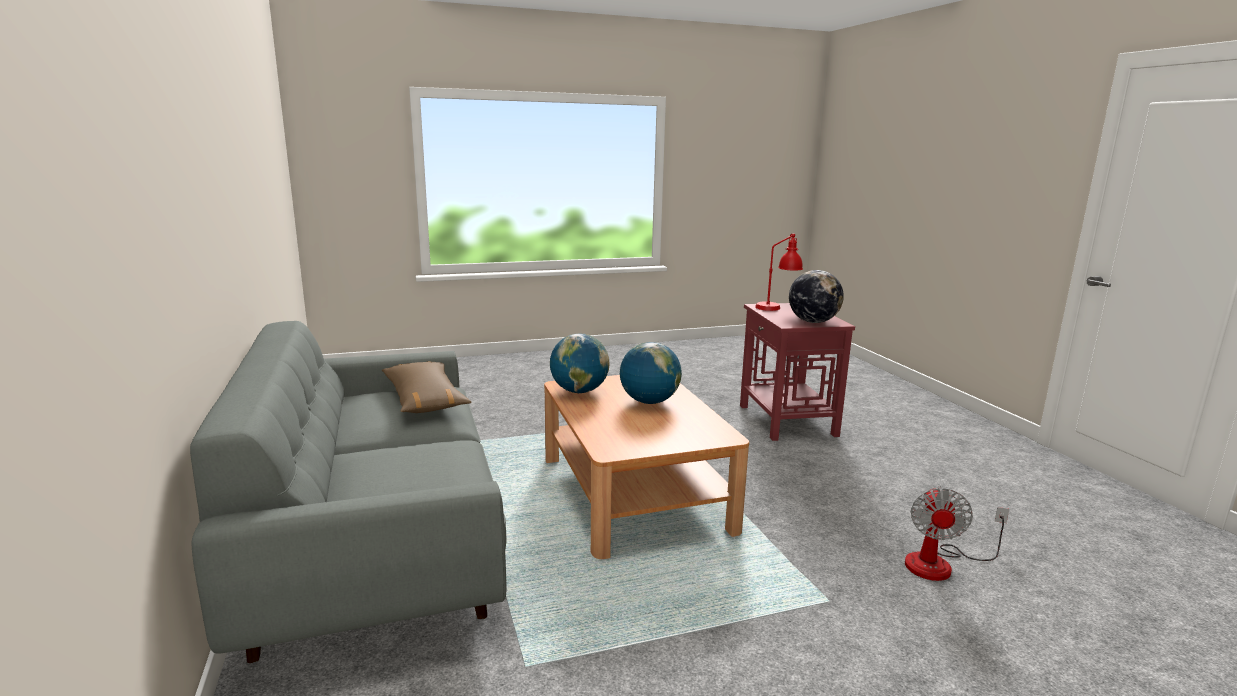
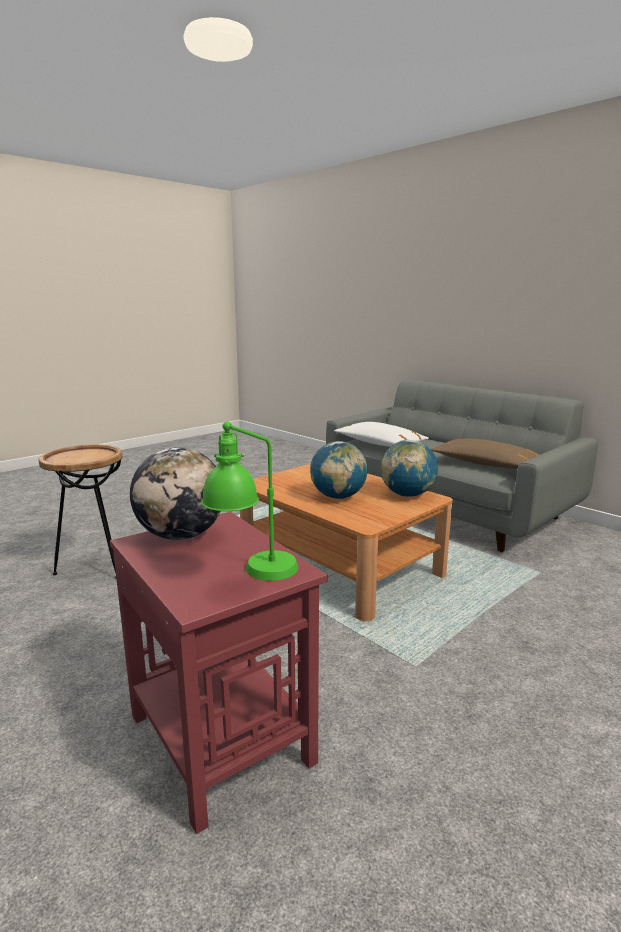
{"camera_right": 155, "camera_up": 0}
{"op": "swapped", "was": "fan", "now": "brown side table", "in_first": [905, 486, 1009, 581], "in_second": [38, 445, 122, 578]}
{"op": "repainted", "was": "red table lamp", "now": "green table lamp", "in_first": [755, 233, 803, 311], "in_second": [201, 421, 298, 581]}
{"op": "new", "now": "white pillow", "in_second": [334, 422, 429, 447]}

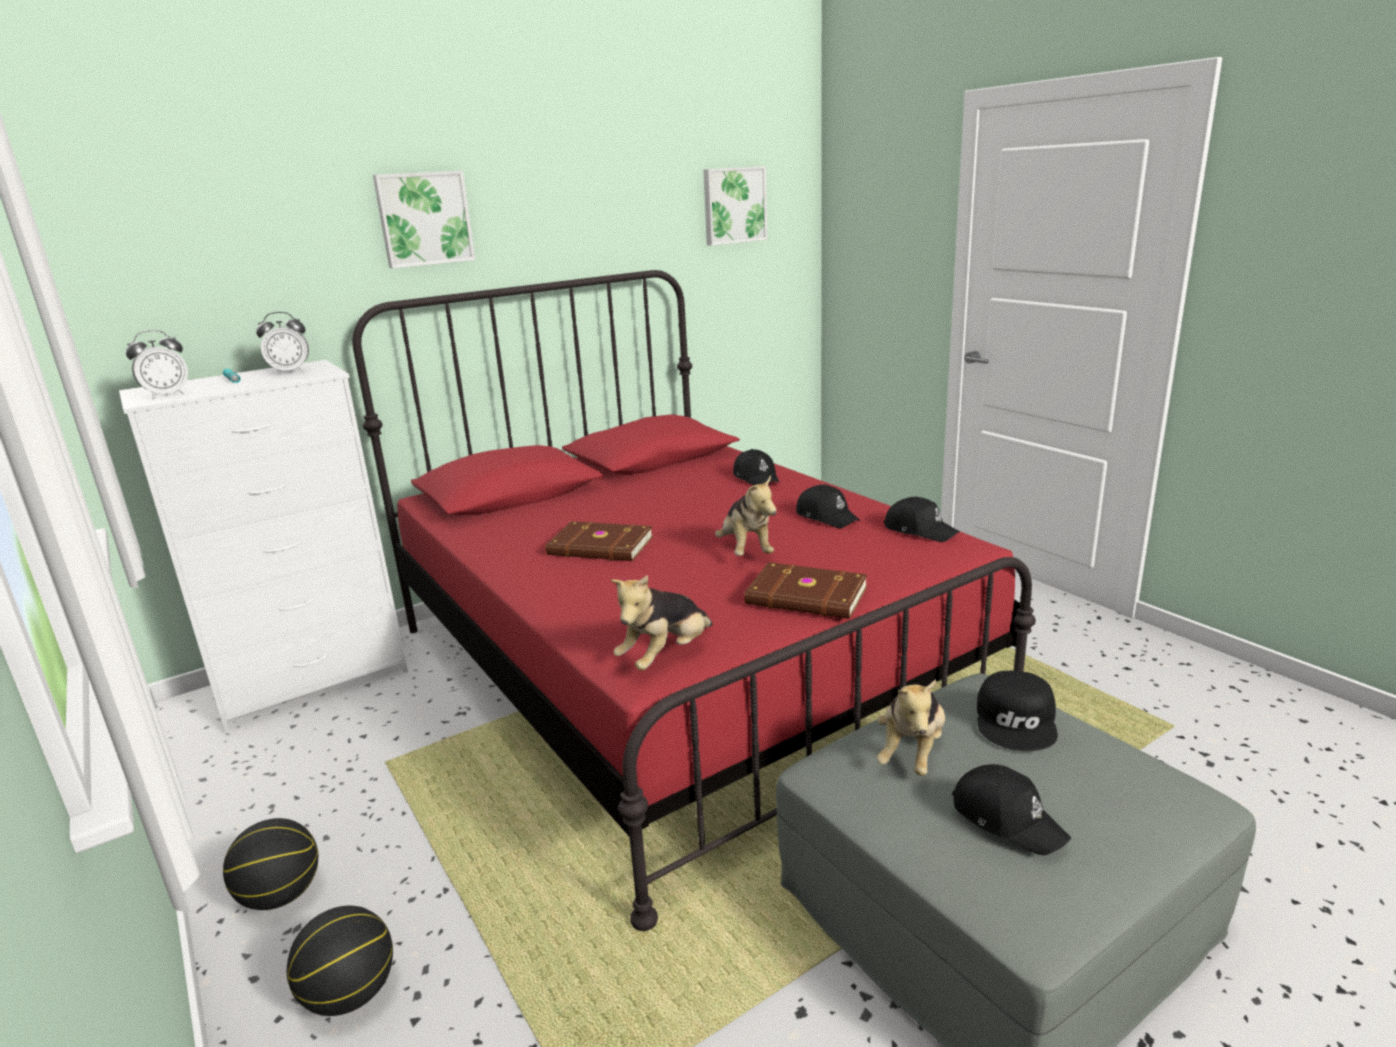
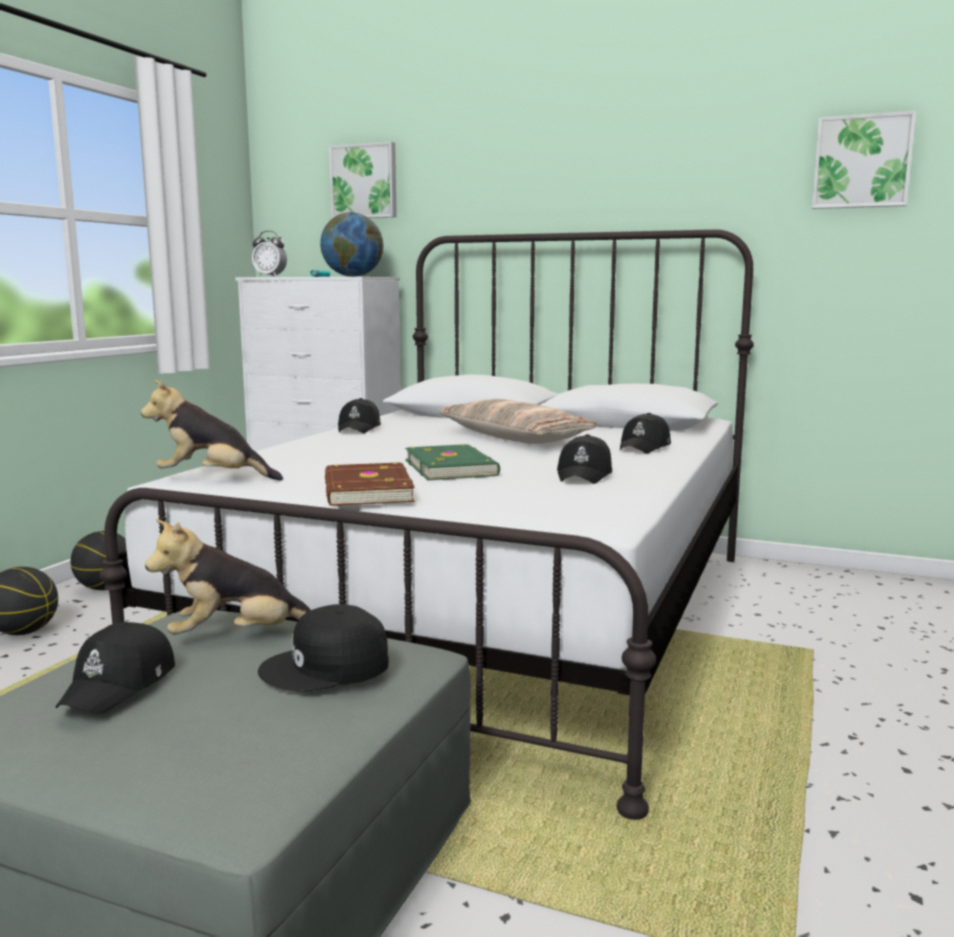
{"camera_right": 55, "camera_up": -10}
{"op": "repainted", "was": "red bed", "now": "white bed", "in_first": [352, 270, 1036, 931], "in_second": [100, 229, 754, 820]}
{"op": "swapped", "was": "alarm clock", "now": "globe", "in_first": [256, 312, 309, 375], "in_second": [320, 212, 383, 277]}
{"op": "shifted", "was": "picture", "in_first": [373, 171, 475, 268], "in_second": [329, 142, 397, 219]}
{"op": "shifted", "was": "black cap", "in_first": [884, 497, 960, 542], "in_second": [338, 398, 381, 433]}
{"op": "swapped", "was": "plush toy", "now": "green book", "in_first": [715, 475, 777, 556], "in_second": [405, 444, 500, 480]}
{"op": "new", "now": "pillow", "in_second": [438, 399, 597, 444]}
{"op": "gone", "was": "brown book", "in_first": [546, 521, 653, 561]}

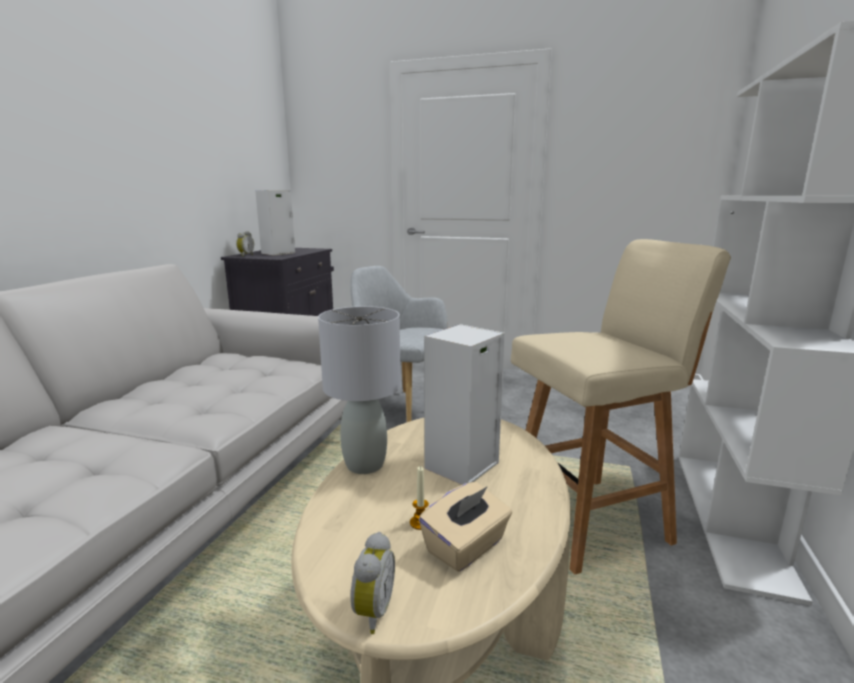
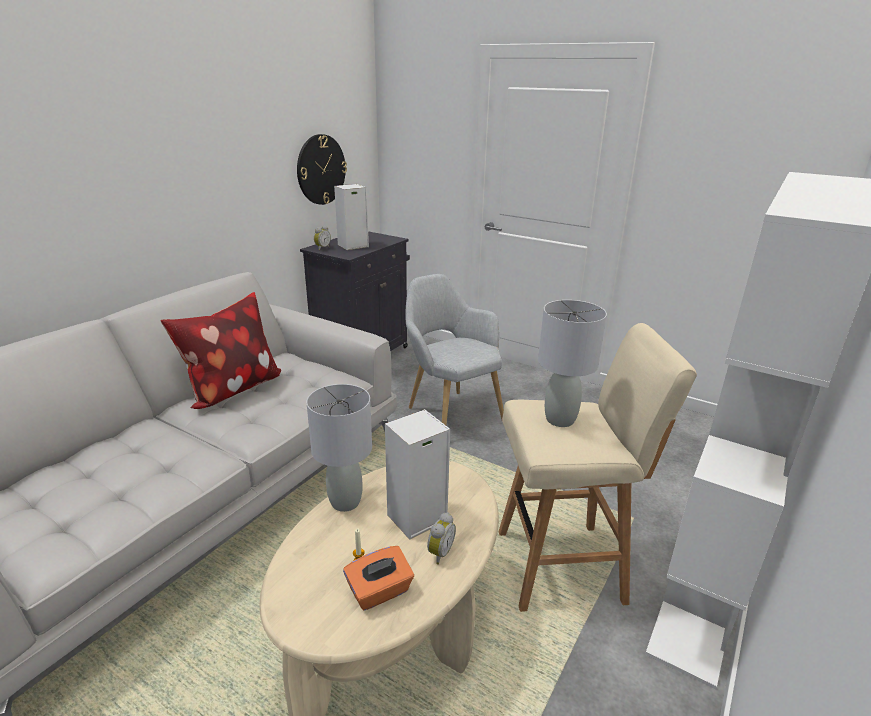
{"camera_right": 15, "camera_up": 10}
{"op": "new", "now": "pillow", "in_second": [161, 292, 281, 409]}
{"op": "new", "now": "wall clock", "in_second": [297, 134, 347, 205]}
{"op": "repainted", "was": "beige tissue box", "now": "orange tissue box", "in_first": [419, 482, 512, 572], "in_second": [343, 546, 414, 611]}
{"op": "shifted", "was": "alarm clock", "in_first": [350, 532, 395, 634], "in_second": [427, 512, 456, 565]}
{"op": "new", "now": "grey table lamp", "in_second": [538, 300, 607, 427]}

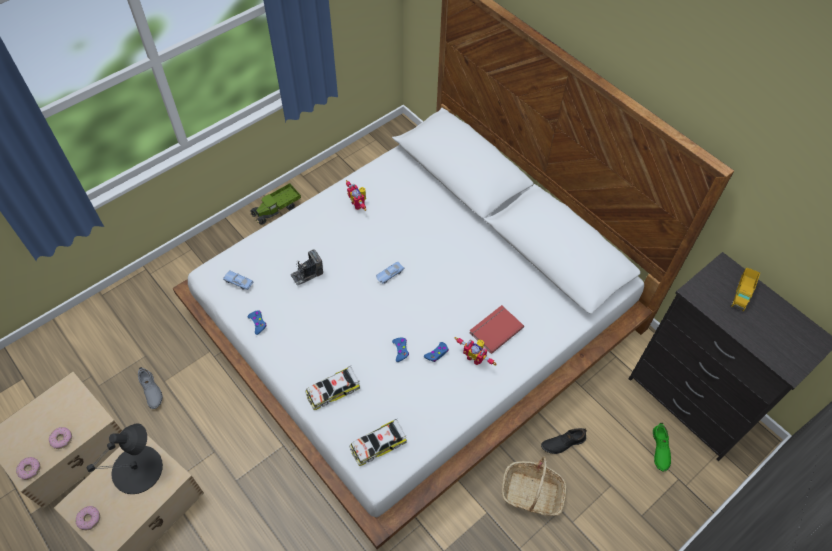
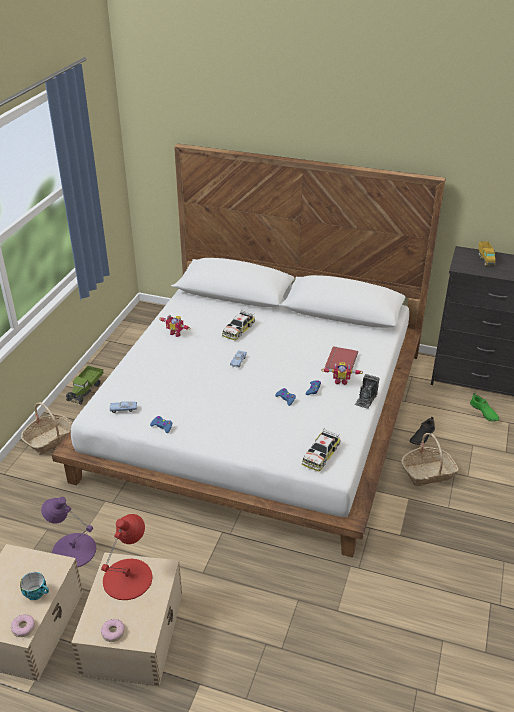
{"camera_right": -30, "camera_up": -20}
{"op": "swapped", "was": "donut", "now": "cup", "in_first": [49, 427, 72, 449], "in_second": [20, 572, 49, 600]}
{"op": "new", "now": "basket", "in_second": [21, 402, 73, 455]}
{"op": "swapped", "was": "grey shoe", "now": "purple table lamp", "in_first": [138, 367, 163, 409], "in_second": [41, 497, 96, 567]}
{"op": "repainted", "was": "black table lamp", "now": "red table lamp", "in_first": [87, 423, 163, 494], "in_second": [101, 514, 152, 600]}
{"op": "shifted", "was": "toy car", "in_first": [305, 365, 360, 410], "in_second": [222, 310, 255, 340]}
{"op": "shifted", "was": "photo camera", "in_first": [290, 249, 323, 286], "in_second": [354, 374, 380, 409]}

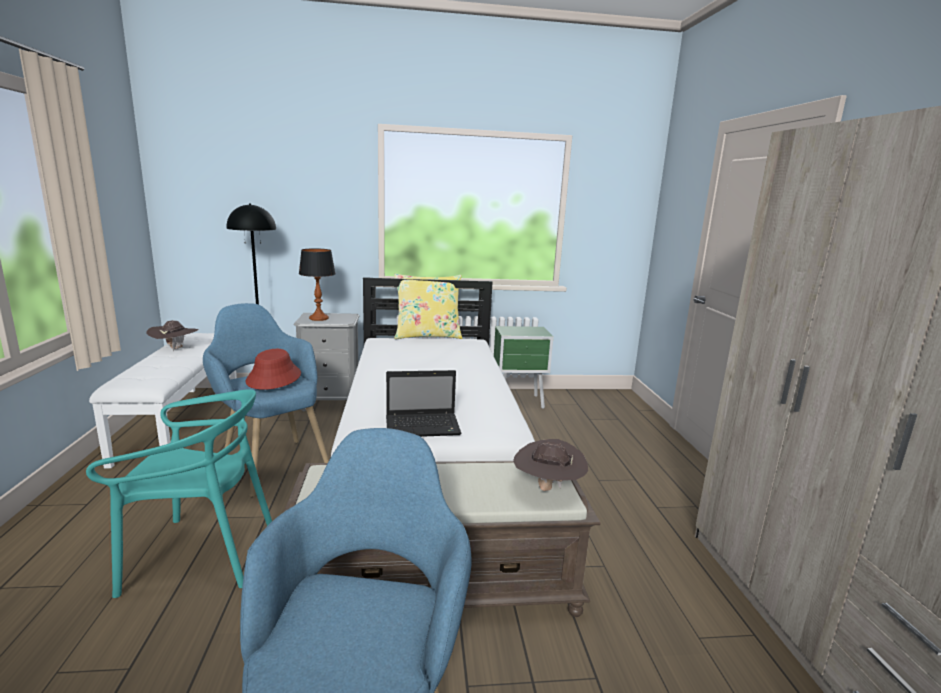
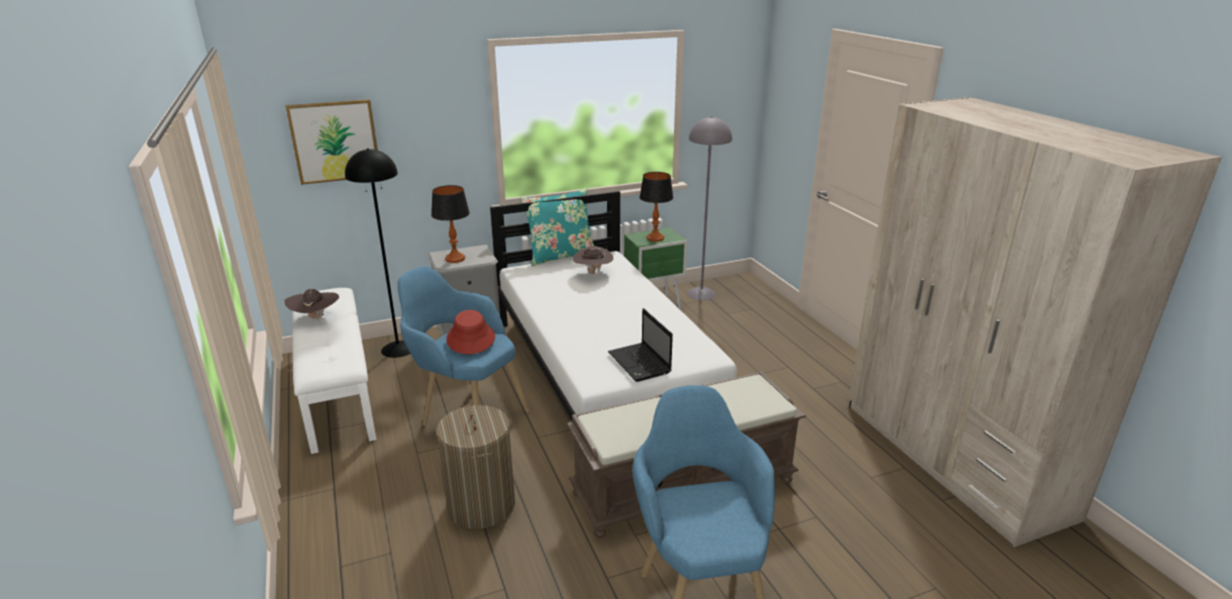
{"camera_right": -15, "camera_up": 10}
{"op": "new", "now": "picture", "in_second": [285, 99, 378, 185]}
{"op": "swapped", "was": "turquoise chair", "now": "laundry basket", "in_first": [86, 389, 272, 598], "in_second": [436, 405, 515, 529]}
{"op": "repainted", "was": "yellow pillow", "now": "turquoise pillow", "in_first": [394, 274, 462, 339], "in_second": [520, 188, 594, 266]}
{"op": "shifted", "was": "brown hat", "in_first": [513, 439, 588, 491], "in_second": [572, 246, 613, 274]}
{"op": "rotated", "was": "laptop", "in_first": [386, 370, 462, 437], "in_second": [608, 308, 673, 382], "clockwise": 90}
{"op": "new", "now": "table lamp", "in_second": [639, 172, 673, 242]}
{"op": "new", "now": "grey floor lamp", "in_second": [687, 116, 732, 300]}

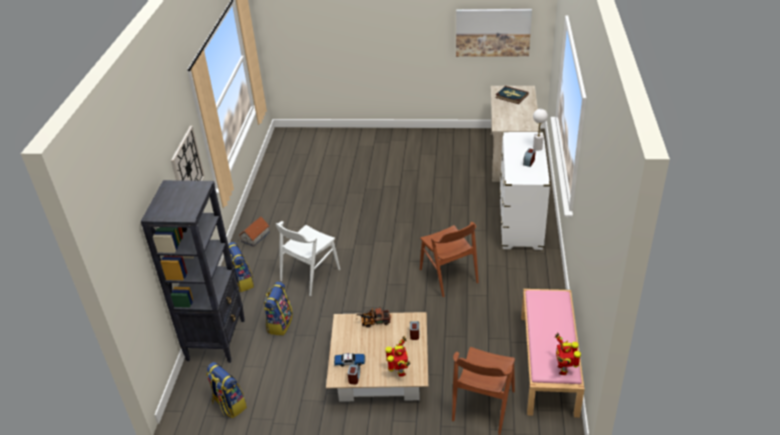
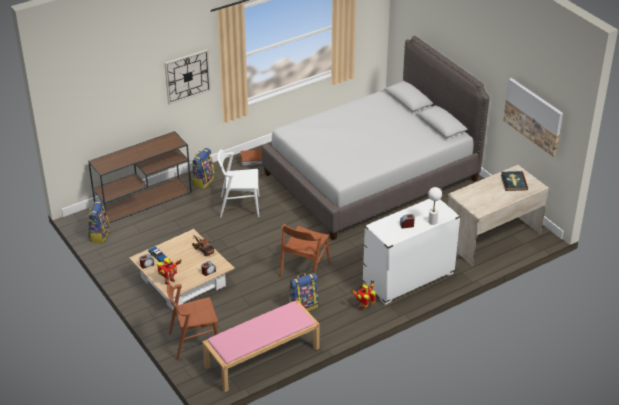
{"camera_right": 50, "camera_up": 0}
{"op": "swapped", "was": "black bookcase", "now": "brown console table", "in_first": [141, 180, 245, 363], "in_second": [88, 131, 192, 223]}
{"op": "new", "now": "grey bed", "in_second": [262, 36, 490, 240]}
{"op": "shifted", "was": "backpack", "in_first": [263, 282, 293, 336], "in_second": [289, 273, 319, 311]}
{"op": "shifted", "was": "toy robot", "in_first": [555, 332, 581, 375], "in_second": [351, 280, 376, 309]}

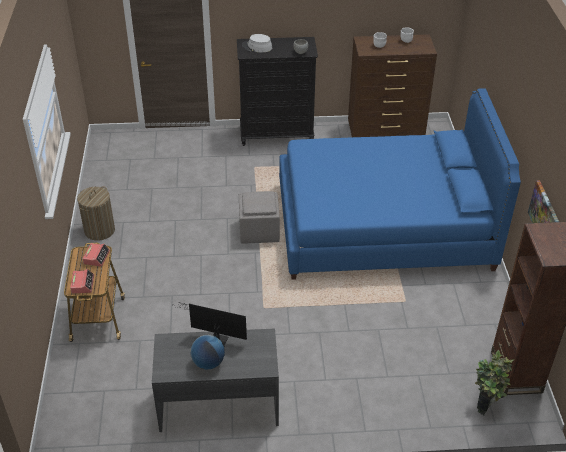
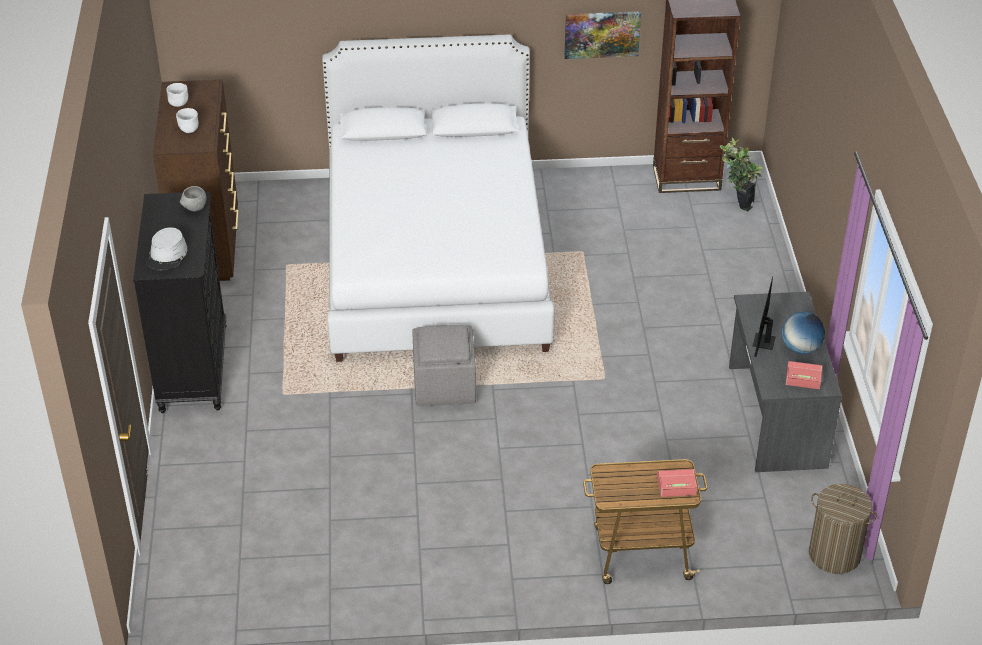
{"camera_right": -90, "camera_up": 0}
{"op": "repainted", "was": "blue bed", "now": "white bed", "in_first": [279, 88, 521, 280], "in_second": [322, 34, 555, 362]}
{"op": "shifted", "was": "alarm clock", "in_first": [83, 243, 110, 267], "in_second": [786, 361, 823, 389]}
{"op": "shifted", "was": "laundry basket", "in_first": [77, 186, 115, 241], "in_second": [809, 484, 877, 574]}

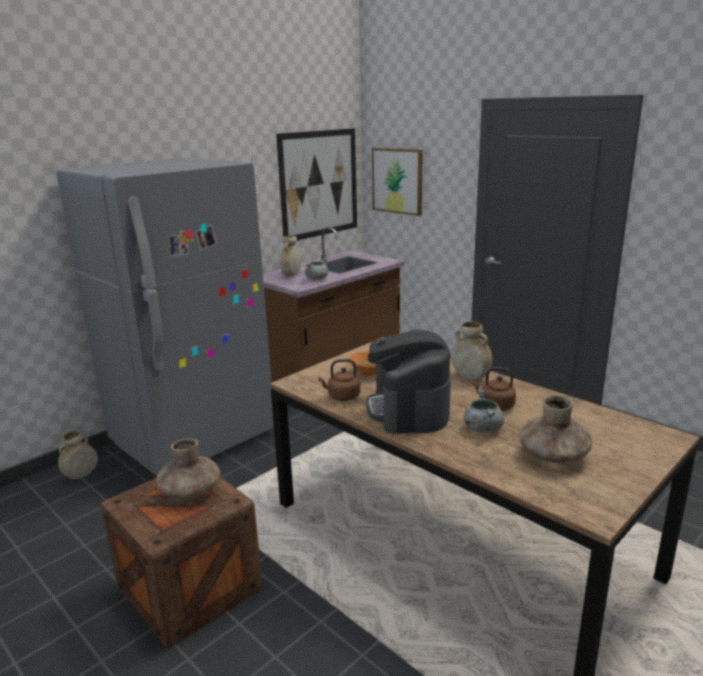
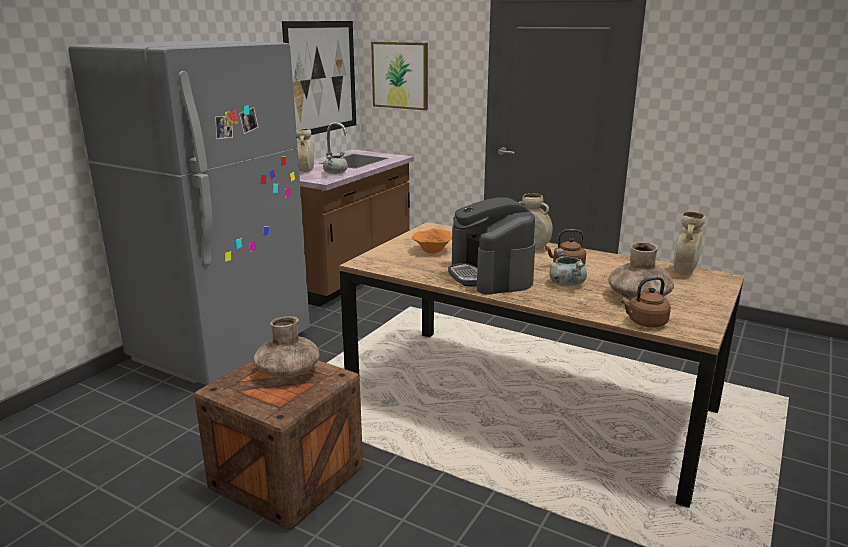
{"camera_right": -15, "camera_up": 0}
{"op": "shifted", "was": "brown kettle", "in_first": [318, 359, 360, 401], "in_second": [621, 277, 671, 327]}
{"op": "shifted", "was": "beige vase", "in_first": [58, 431, 98, 479], "in_second": [673, 212, 705, 274]}

